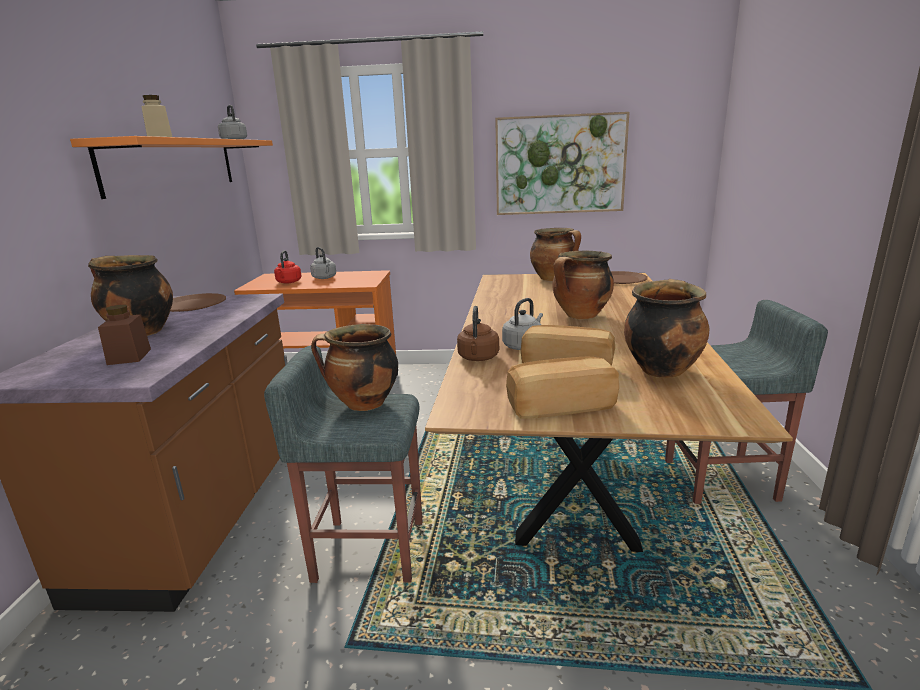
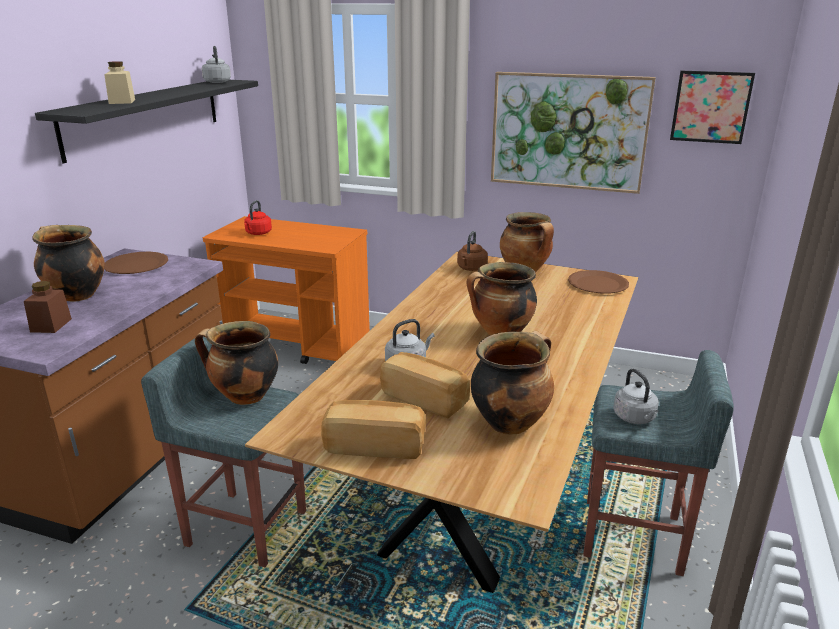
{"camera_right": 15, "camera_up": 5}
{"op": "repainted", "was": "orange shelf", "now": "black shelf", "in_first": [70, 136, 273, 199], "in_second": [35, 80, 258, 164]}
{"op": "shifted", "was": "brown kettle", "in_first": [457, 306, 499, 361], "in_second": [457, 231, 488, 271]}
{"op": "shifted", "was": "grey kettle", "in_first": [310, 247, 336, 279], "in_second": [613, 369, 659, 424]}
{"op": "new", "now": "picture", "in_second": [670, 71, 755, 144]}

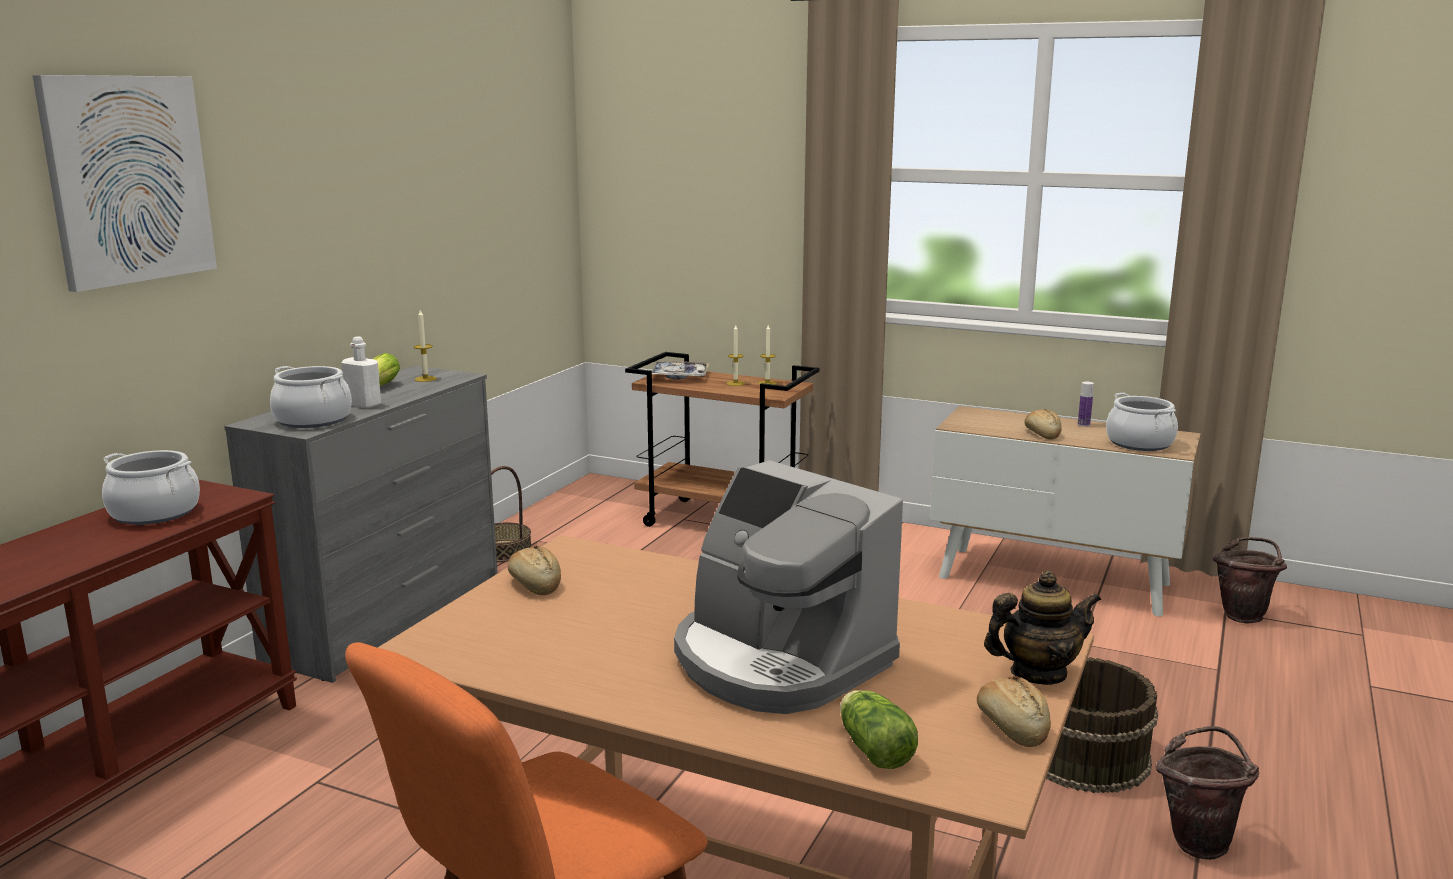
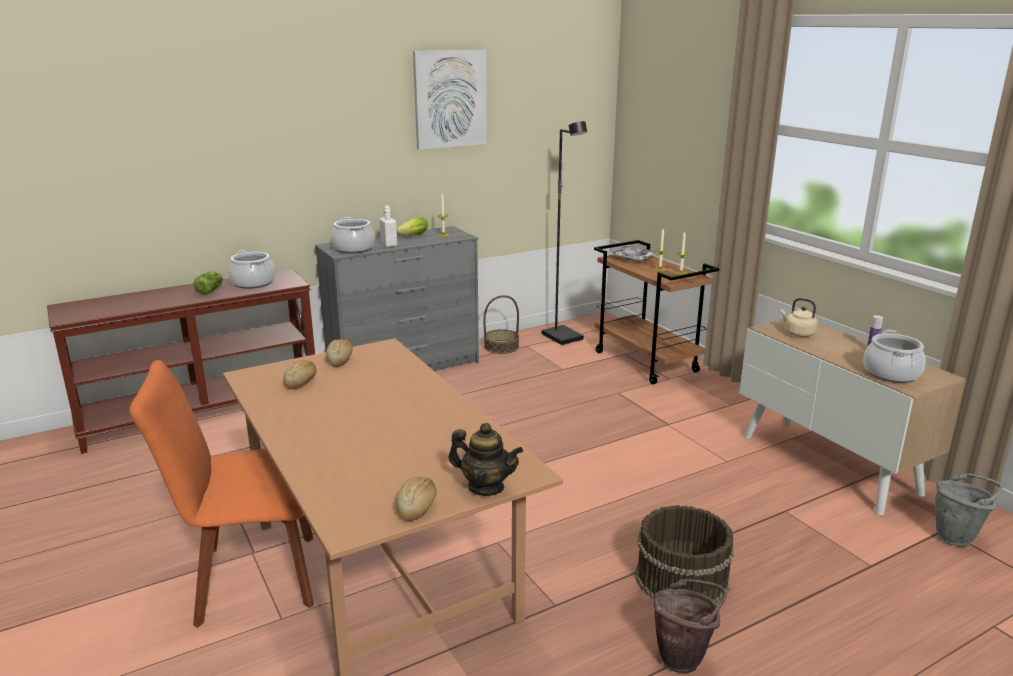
{"camera_right": 35, "camera_up": 5}
{"op": "shifted", "was": "lettuce", "in_first": [840, 690, 918, 769], "in_second": [194, 271, 223, 295]}
{"op": "shifted", "was": "bread", "in_first": [1025, 409, 1062, 440], "in_second": [283, 360, 316, 389]}
{"op": "shifted", "was": "picture", "in_first": [32, 75, 217, 292], "in_second": [413, 50, 487, 150]}
{"op": "new", "now": "black floor lamp", "in_second": [542, 121, 587, 345]}
{"op": "new", "now": "beige kettle", "in_second": [780, 298, 818, 337]}
{"op": "repainted", "was": "brown bucket", "now": "grey bucket", "in_first": [1212, 537, 1287, 623], "in_second": [935, 473, 1003, 547]}
{"op": "gone", "was": "coffee machine", "in_first": [674, 460, 903, 714]}

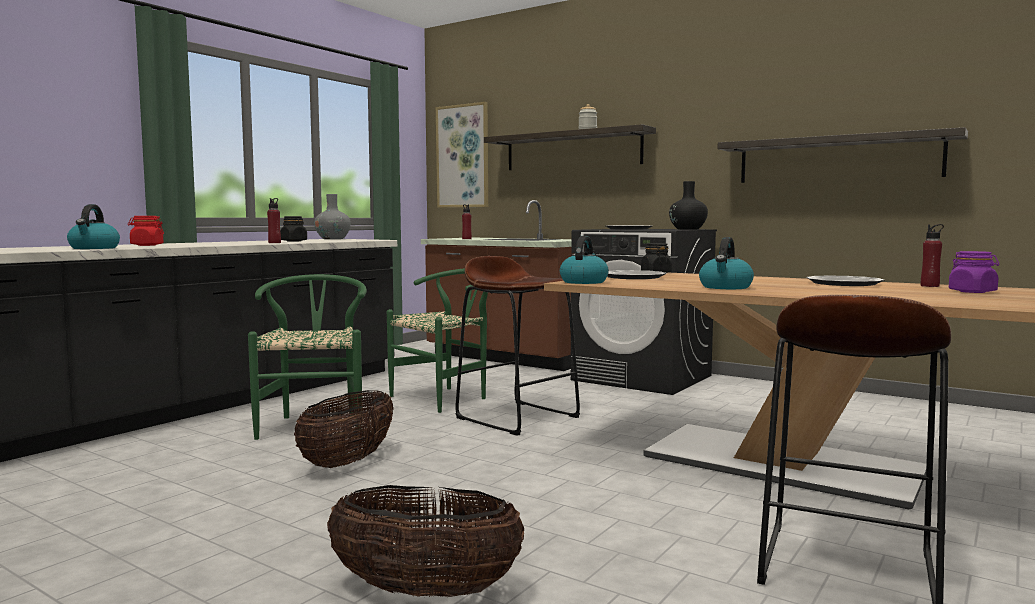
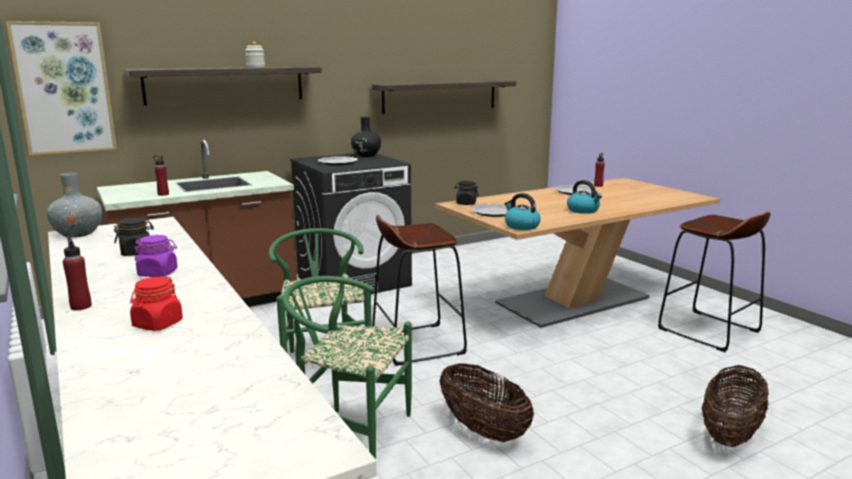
{"camera_right": -65, "camera_up": 10}
{"op": "shifted", "was": "red bottle", "in_first": [267, 198, 281, 243], "in_second": [63, 237, 92, 310]}
{"op": "shifted", "was": "purple jar", "in_first": [949, 251, 999, 293], "in_second": [134, 235, 178, 277]}
{"op": "gone", "was": "kettle", "in_first": [67, 204, 120, 249]}

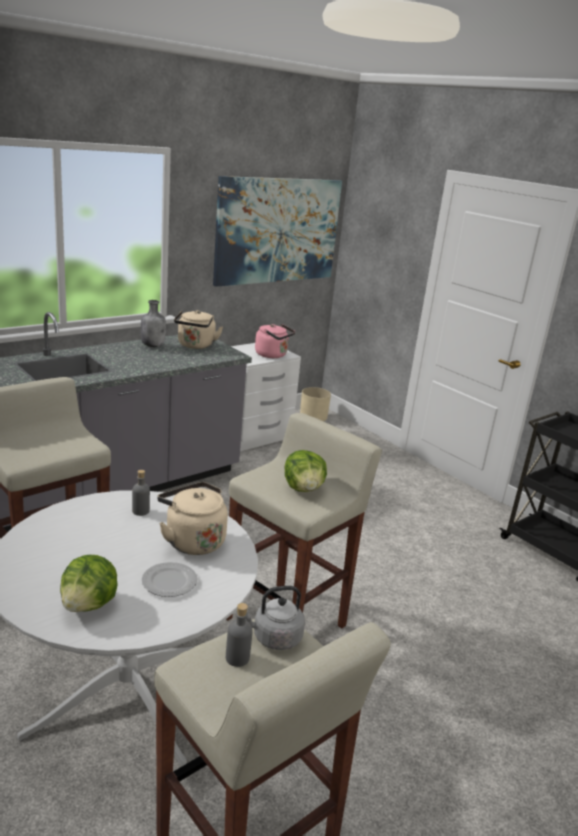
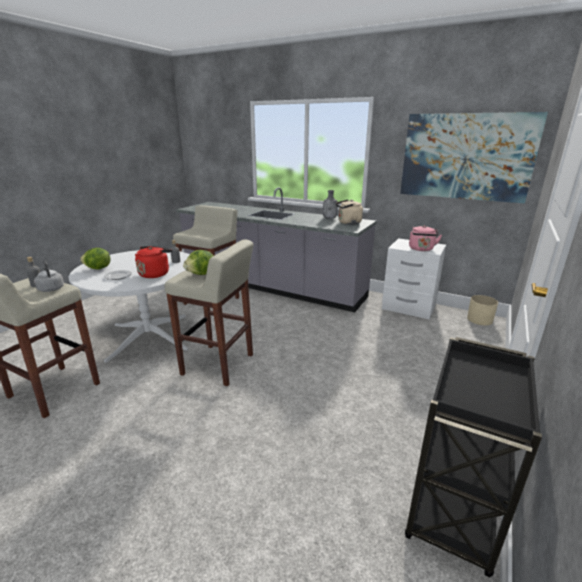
{"camera_right": 70, "camera_up": 0}
{"op": "repainted", "was": "beige kettle", "now": "red kettle", "in_first": [157, 482, 228, 555], "in_second": [135, 246, 173, 278]}

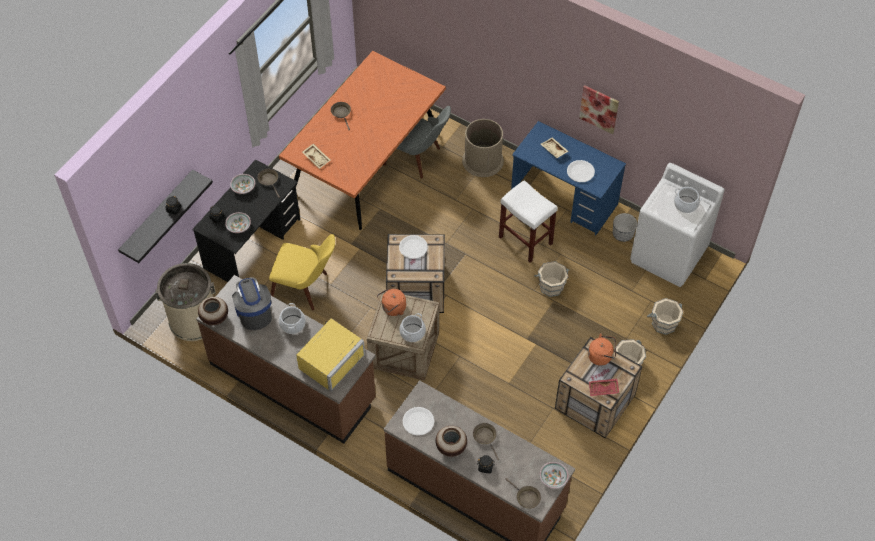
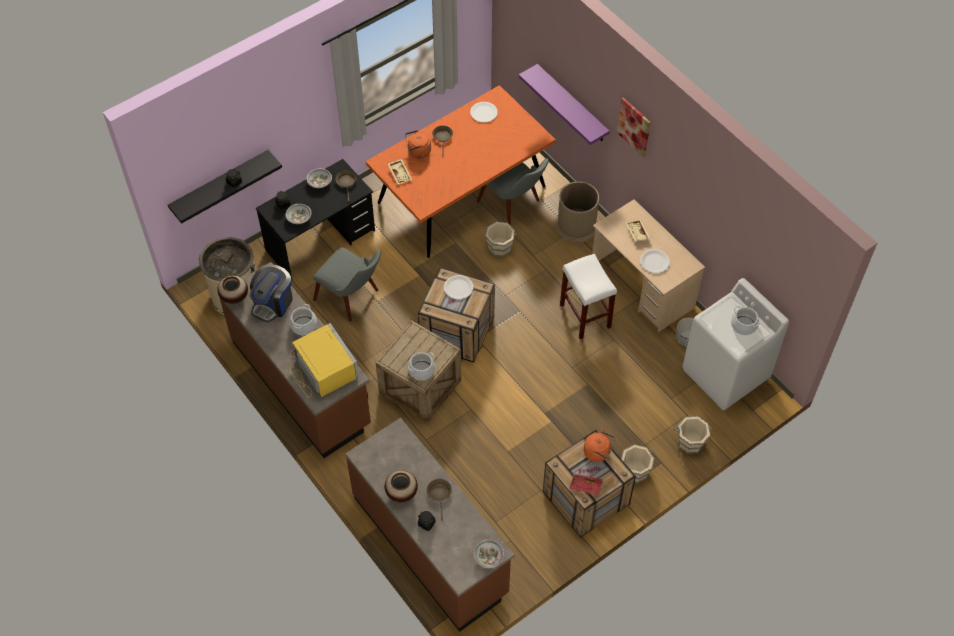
{"camera_right": 20, "camera_up": 0}
{"op": "rotated", "was": "coffee machine", "in_first": [232, 277, 272, 330], "in_second": [250, 264, 293, 323], "clockwise": -150}
{"op": "rotated", "was": "yellow microwave", "in_first": [296, 318, 365, 392], "in_second": [290, 323, 359, 397], "clockwise": -90}
{"op": "repainted", "was": "yellow chair", "now": "grey chair", "in_first": [269, 234, 335, 310], "in_second": [313, 247, 381, 321]}
{"op": "shifted", "was": "orange kettle", "in_first": [377, 288, 406, 316], "in_second": [405, 130, 431, 158]}
{"op": "shifted", "was": "white plate", "in_first": [403, 407, 434, 436], "in_second": [470, 102, 498, 123]}
{"op": "shifted", "was": "beige bucket", "in_first": [534, 261, 569, 297], "in_second": [484, 221, 517, 257]}
{"op": "new", "now": "purple shelf", "in_second": [519, 64, 610, 145]}
{"op": "repainted", "was": "blue desk", "now": "beige desk", "in_first": [511, 121, 626, 235], "in_second": [592, 199, 705, 332]}
{"op": "shifted", "was": "picture", "in_first": [579, 85, 619, 134], "in_second": [617, 97, 651, 157]}
{"op": "gone", "was": "brown frying pan", "in_first": [506, 478, 541, 509]}

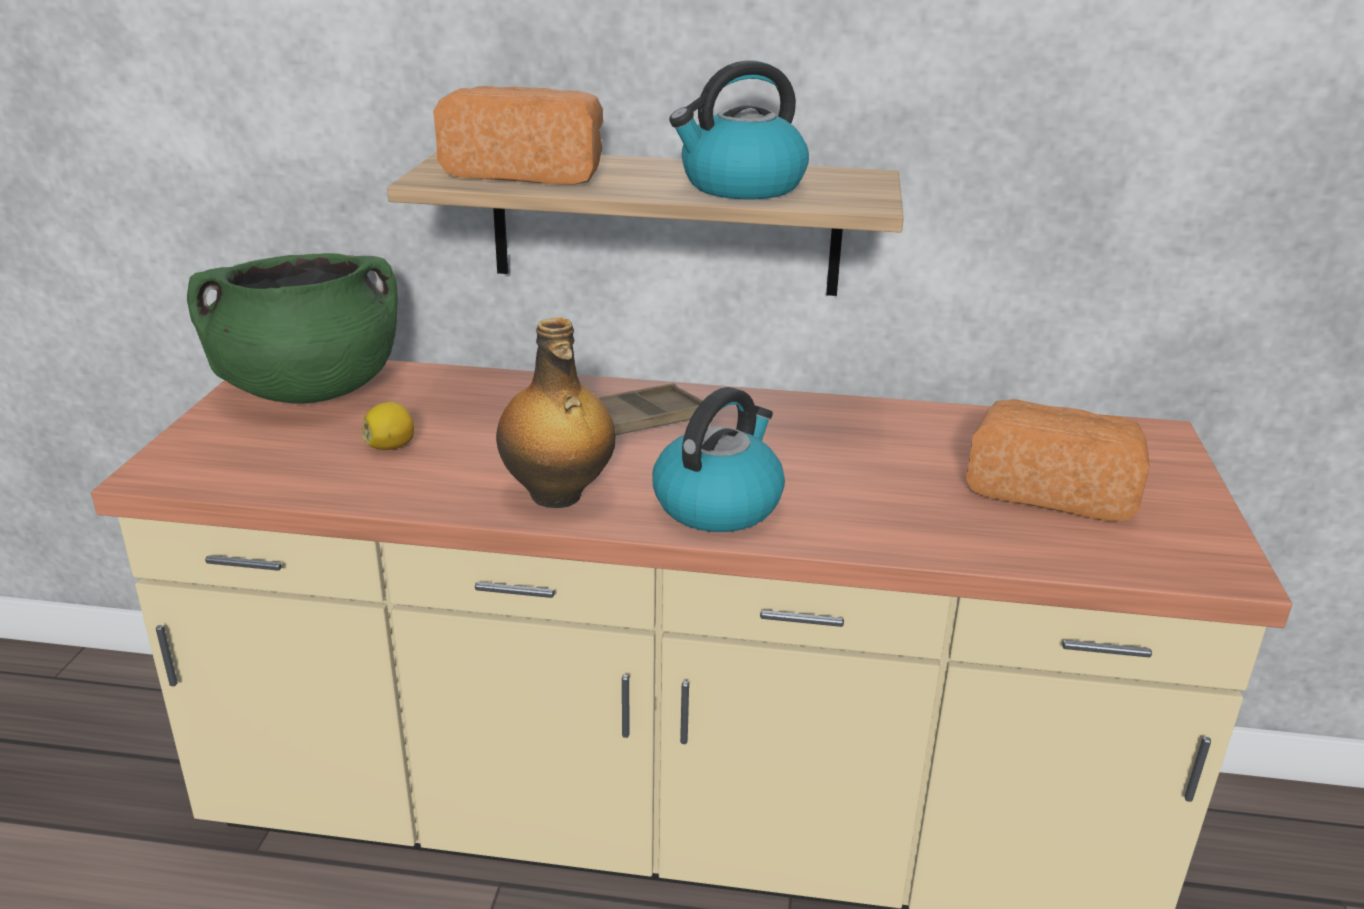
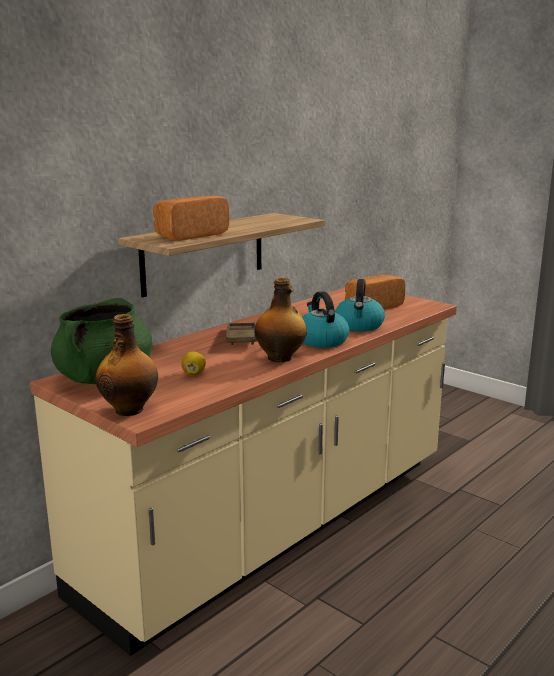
{"camera_right": -55, "camera_up": -10}
{"op": "new", "now": "bottle", "in_second": [95, 314, 158, 416]}
{"op": "shifted", "was": "kettle", "in_first": [669, 60, 809, 199], "in_second": [335, 279, 385, 332]}

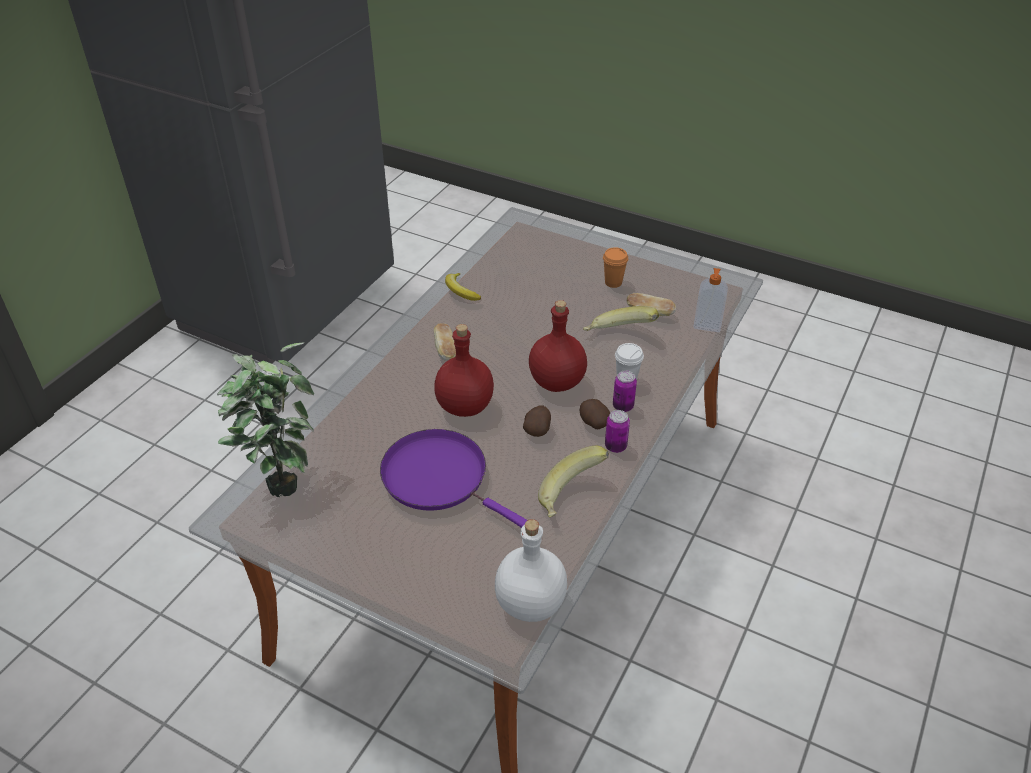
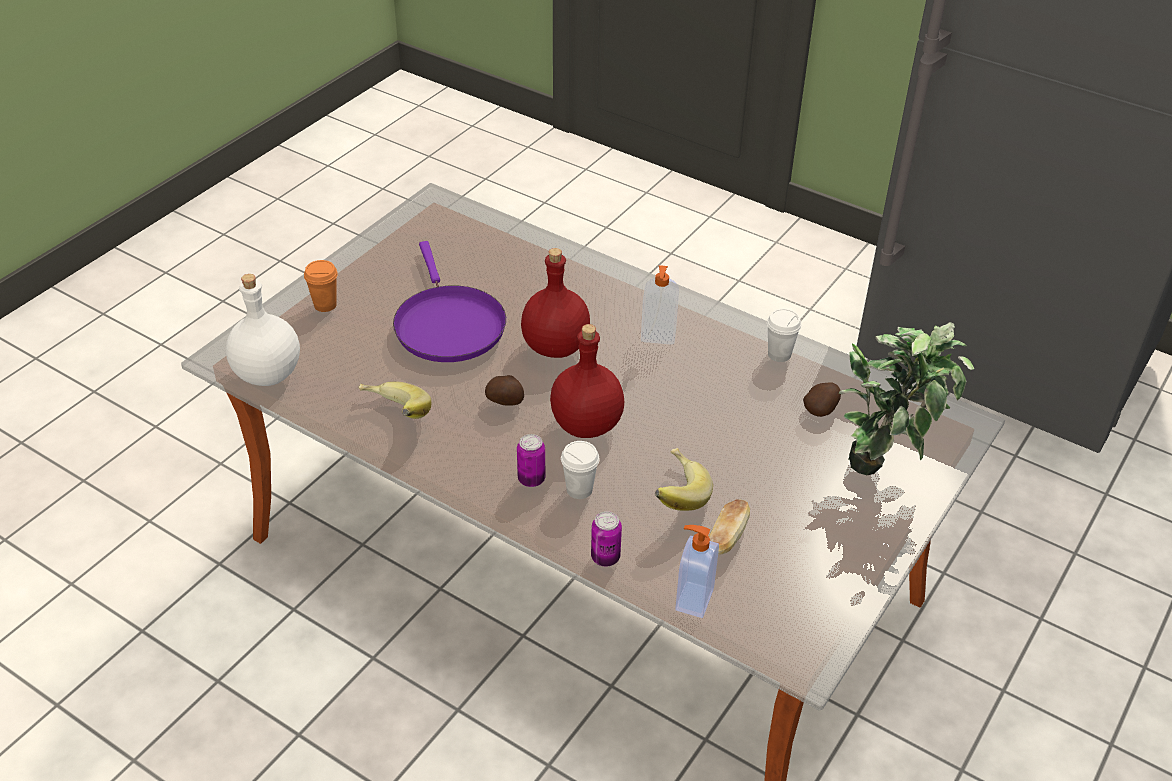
{"camera_right": 95, "camera_up": 0}
{"op": "shifted", "was": "orange cup", "in_first": [603, 247, 628, 288], "in_second": [304, 260, 338, 312]}
{"op": "rotated", "was": "purple frying pan", "in_first": [380, 429, 527, 528], "in_second": [393, 241, 506, 362], "clockwise": 120}
{"op": "shifted", "was": "can", "in_first": [605, 410, 630, 453], "in_second": [591, 511, 622, 566]}
{"op": "swapped", "was": "bread", "now": "soap dispenser", "in_first": [434, 323, 456, 361], "in_second": [641, 265, 679, 345]}
{"op": "swapped", "was": "banana", "now": "white cup", "in_first": [445, 273, 481, 301], "in_second": [767, 309, 802, 362]}
{"op": "shifted", "was": "potato", "in_first": [580, 399, 610, 429], "in_second": [803, 382, 841, 417]}
{"op": "shifted", "was": "potted plant", "in_first": [217, 342, 314, 497], "in_second": [839, 322, 975, 475]}

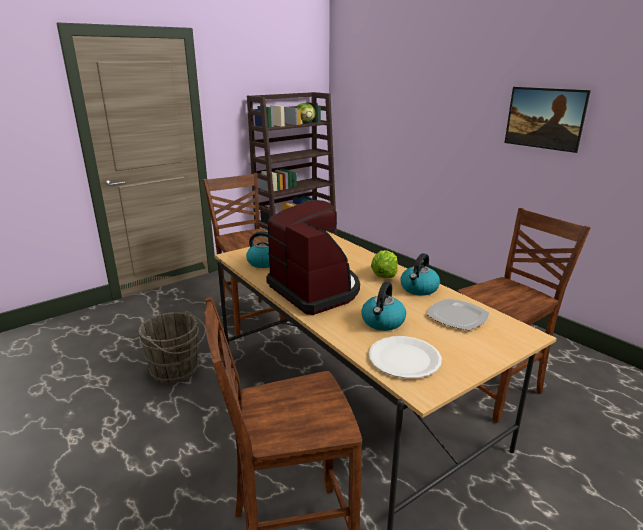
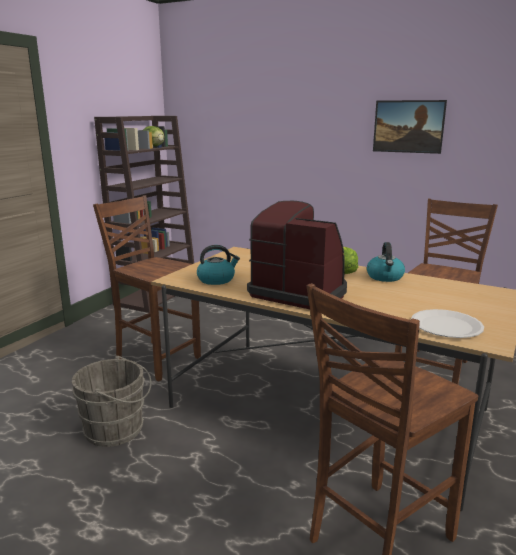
{"camera_right": -25, "camera_up": -5}
{"op": "gone", "was": "kettle", "in_first": [361, 282, 406, 331]}
{"op": "gone", "was": "plate", "in_first": [426, 298, 489, 330]}

